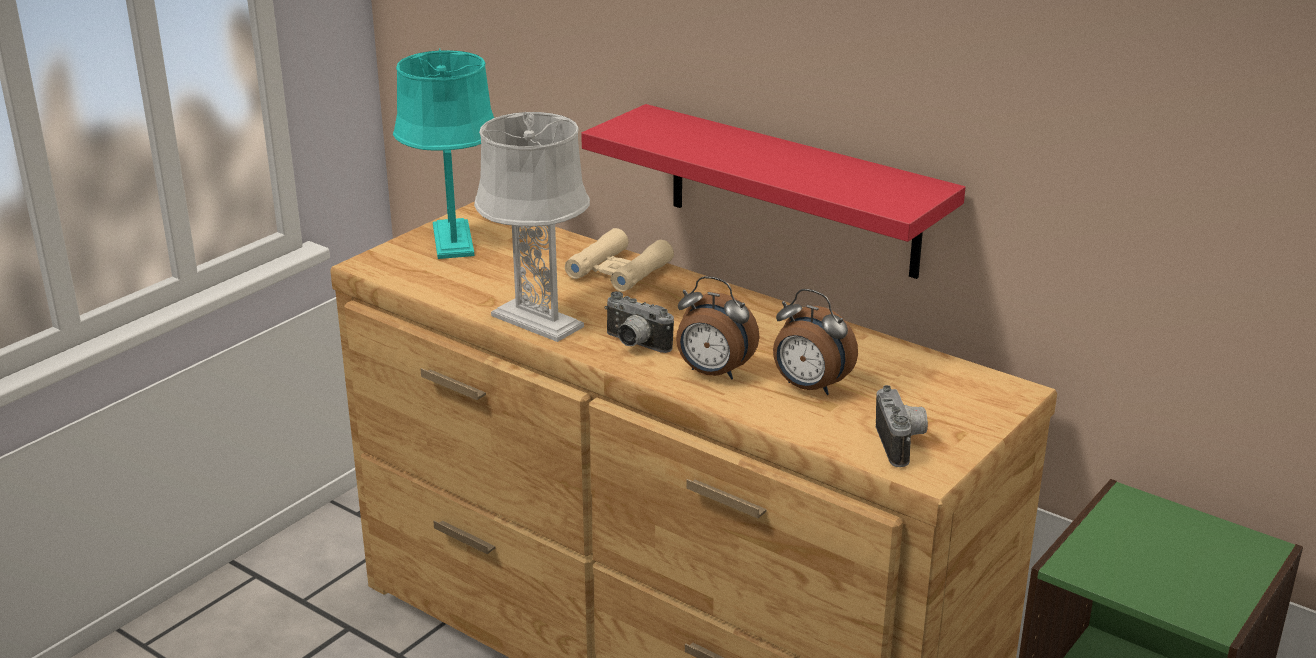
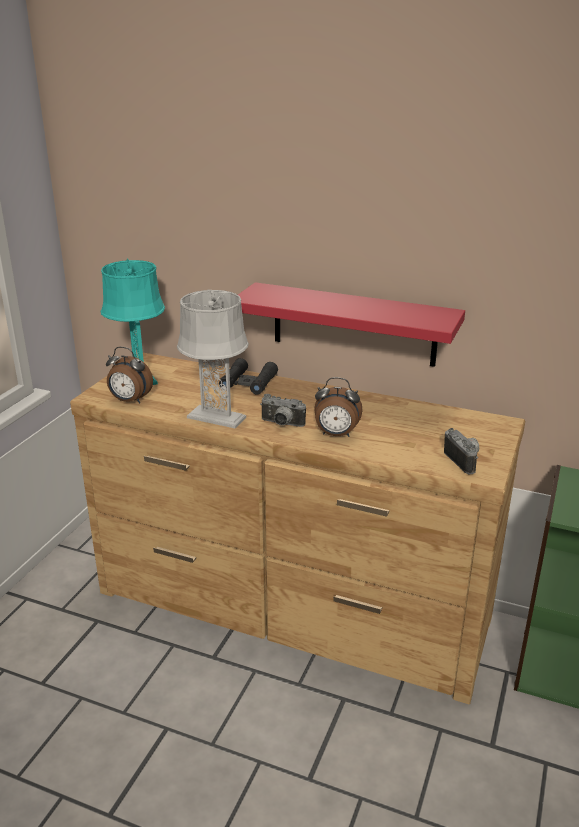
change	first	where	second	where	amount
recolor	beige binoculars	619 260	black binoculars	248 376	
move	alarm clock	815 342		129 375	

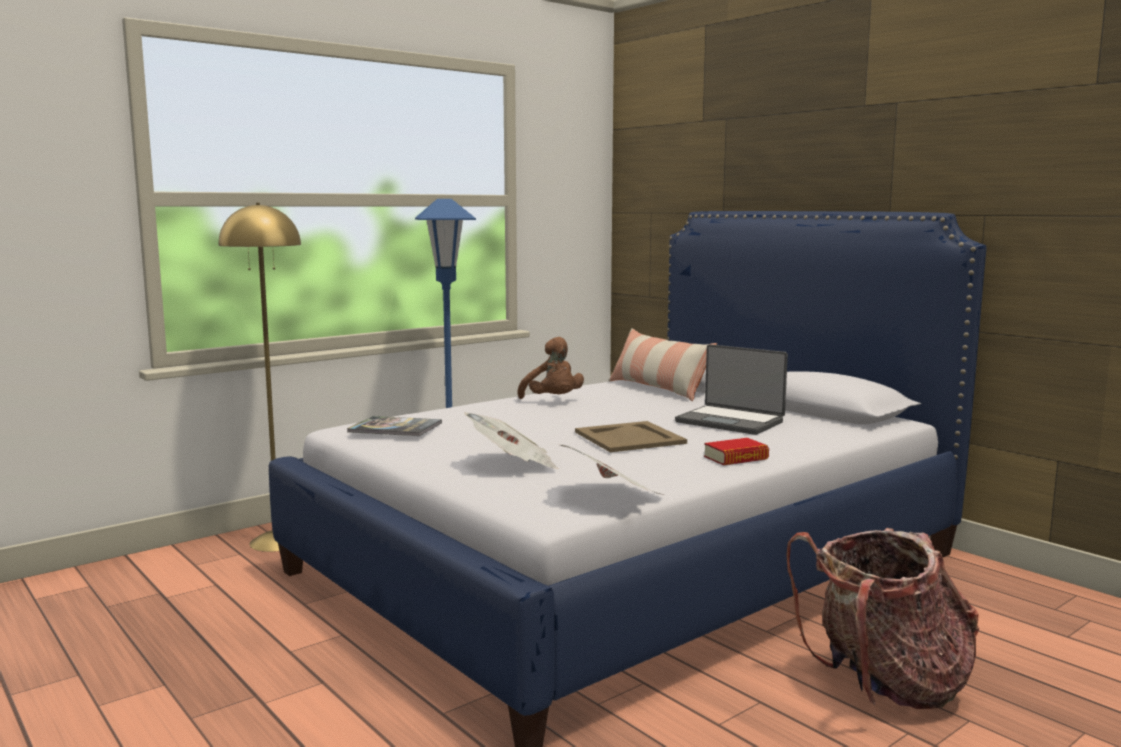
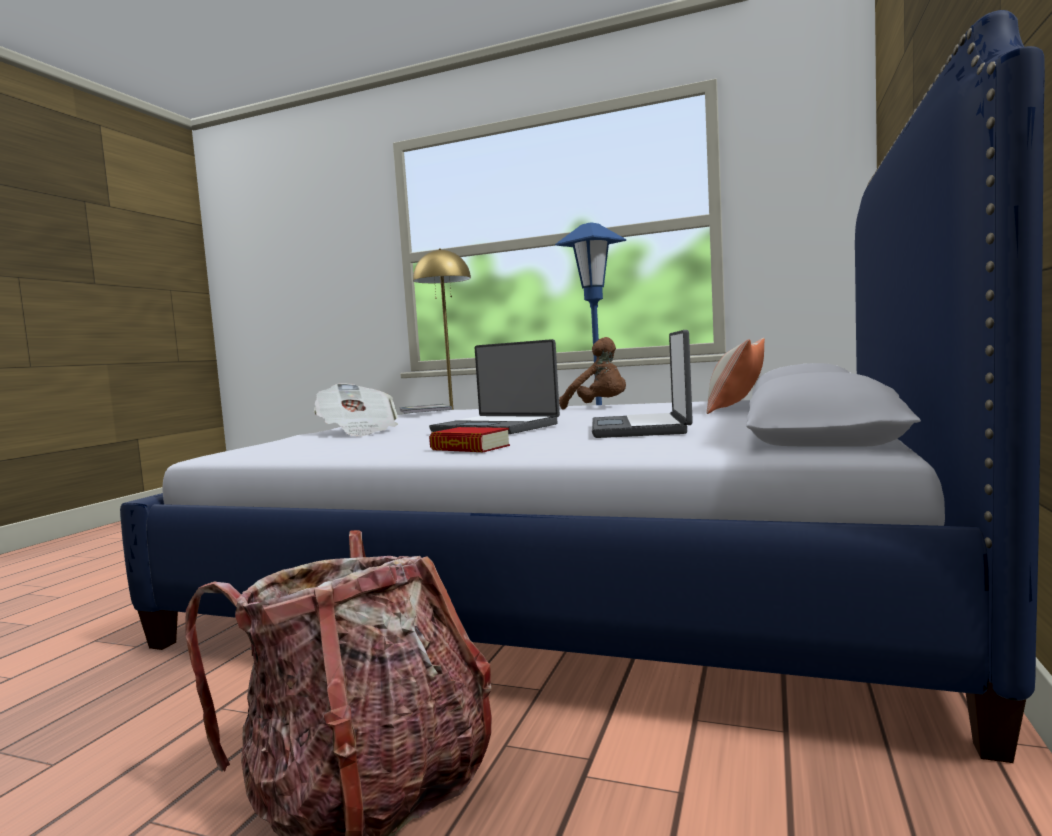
change	first	where	second	where	amount
rotate	brown plush toy	550 368		592 373	75 degrees counterclockwise
delete	newspaper	610 469			
replace	beige tray	631 436	laptop	494 386	

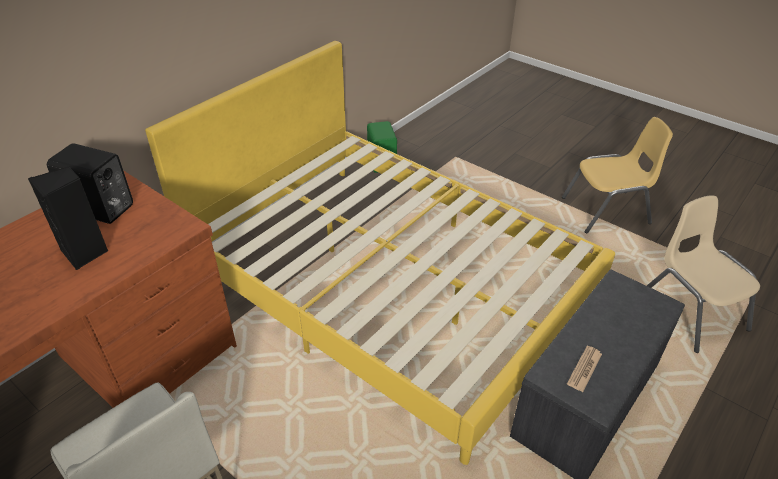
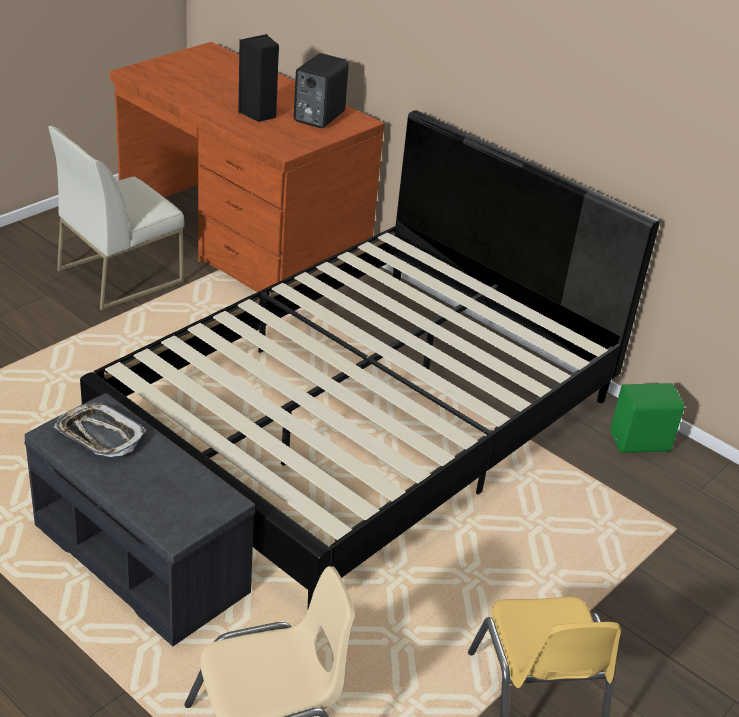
change	first	where	second	where	amount
recolor	yellow bed	380 253	black bed	370 359	
replace	newspaper	584 369	tray	100 430	

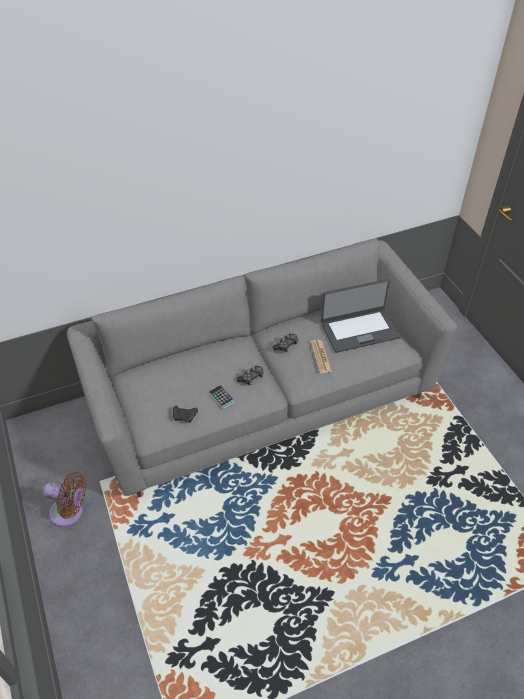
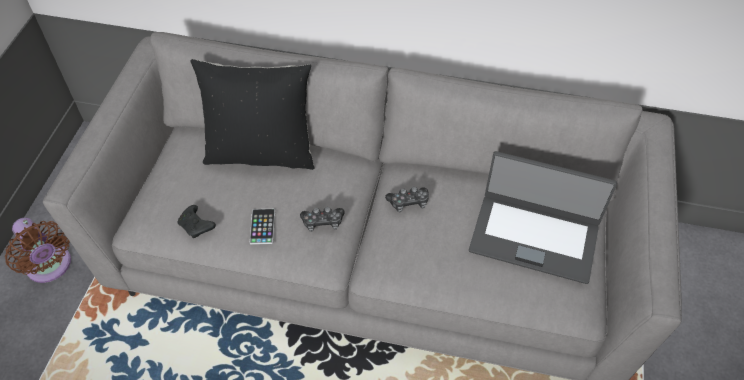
change	first	where	second	where	amount
delete	newspaper	321 356			
insert			black pillow	252 114	

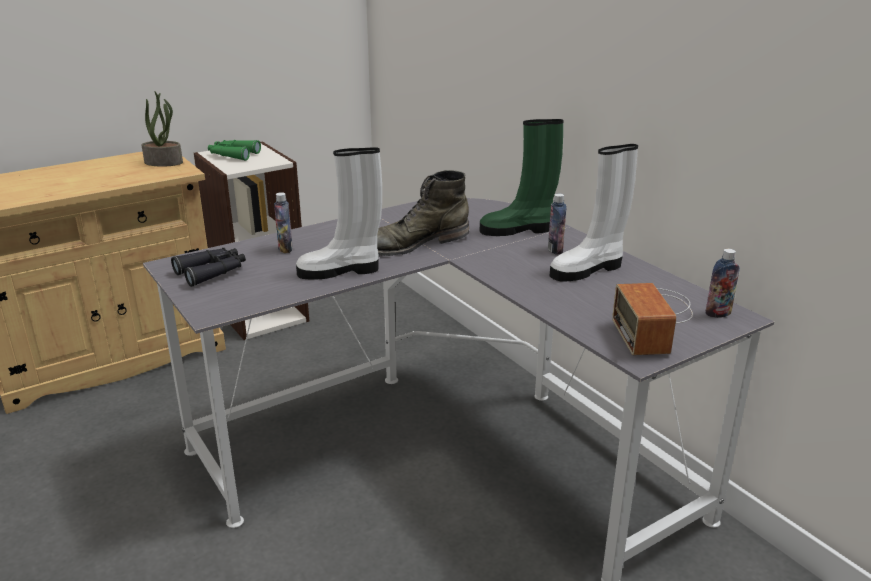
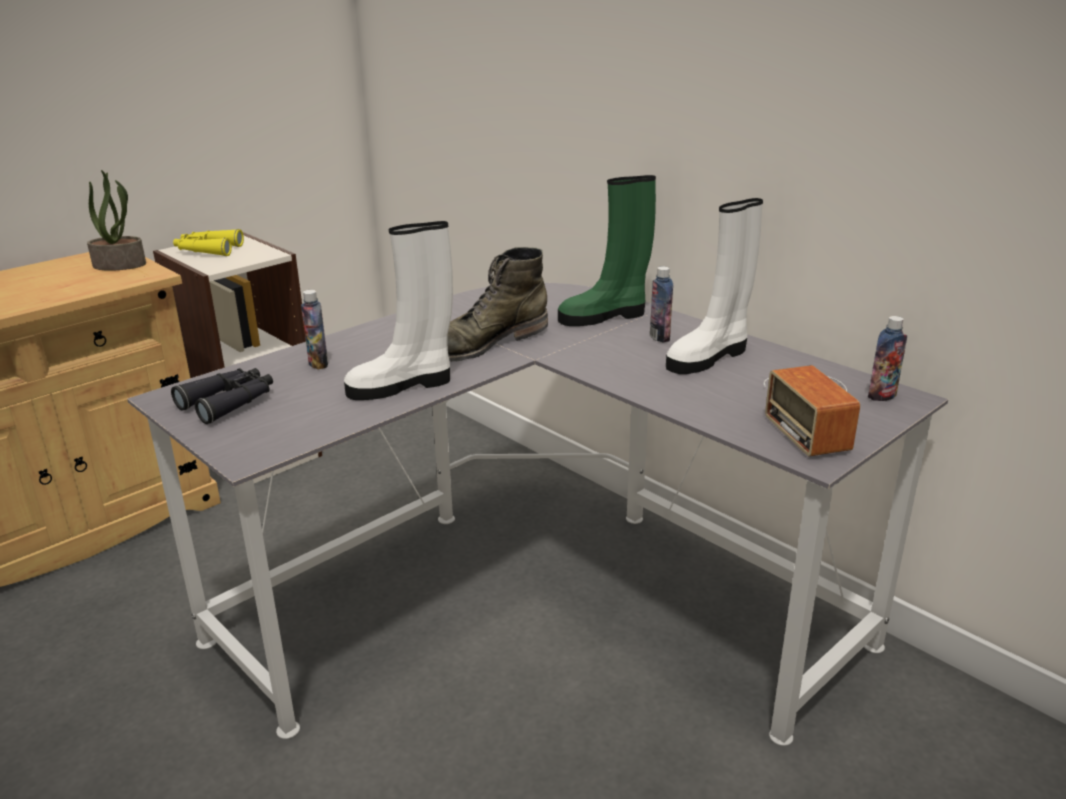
change	first	where	second	where	amount
recolor	green binoculars	234 150	yellow binoculars	208 242	

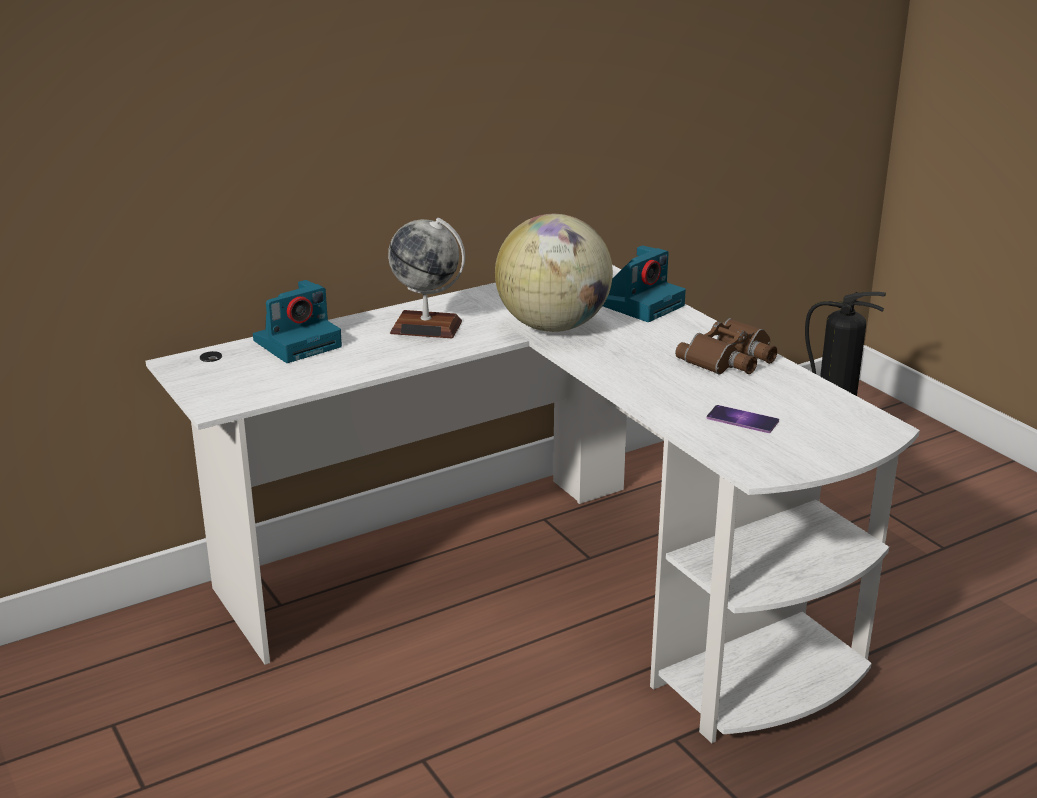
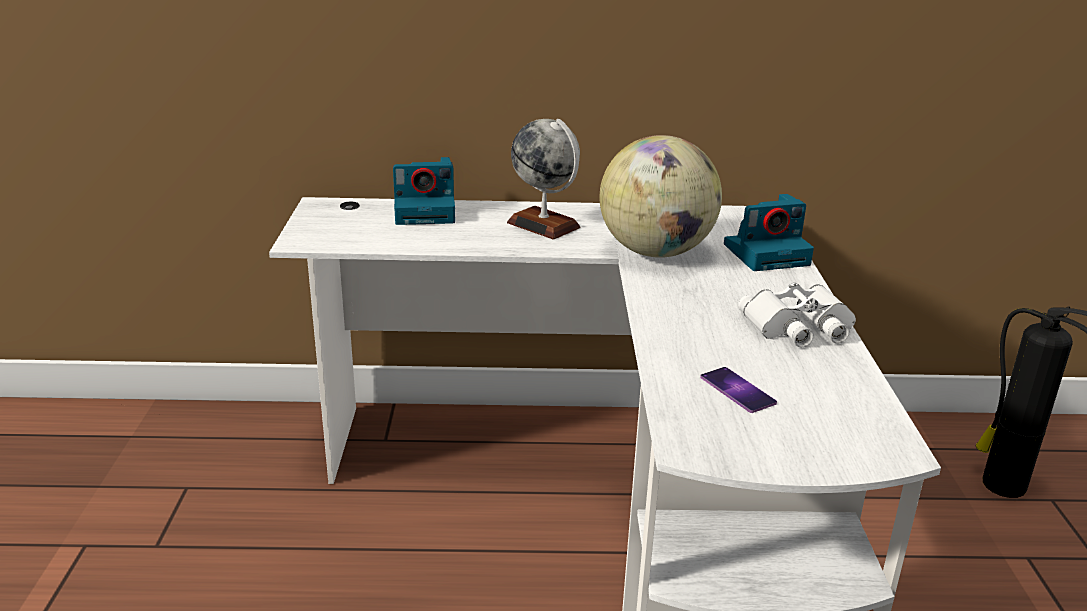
change	first	where	second	where	amount
recolor	brown binoculars	726 346	white binoculars	797 315	

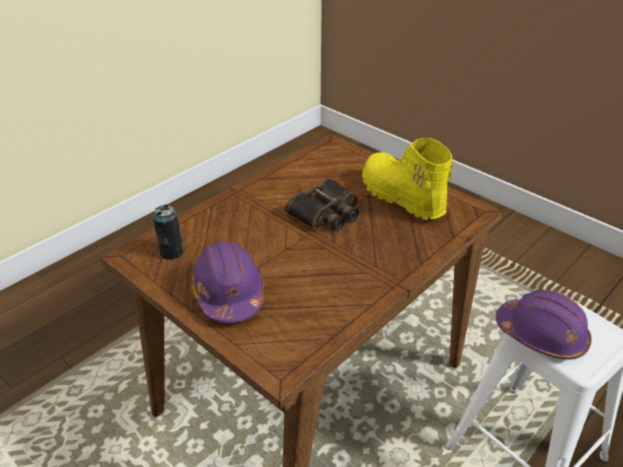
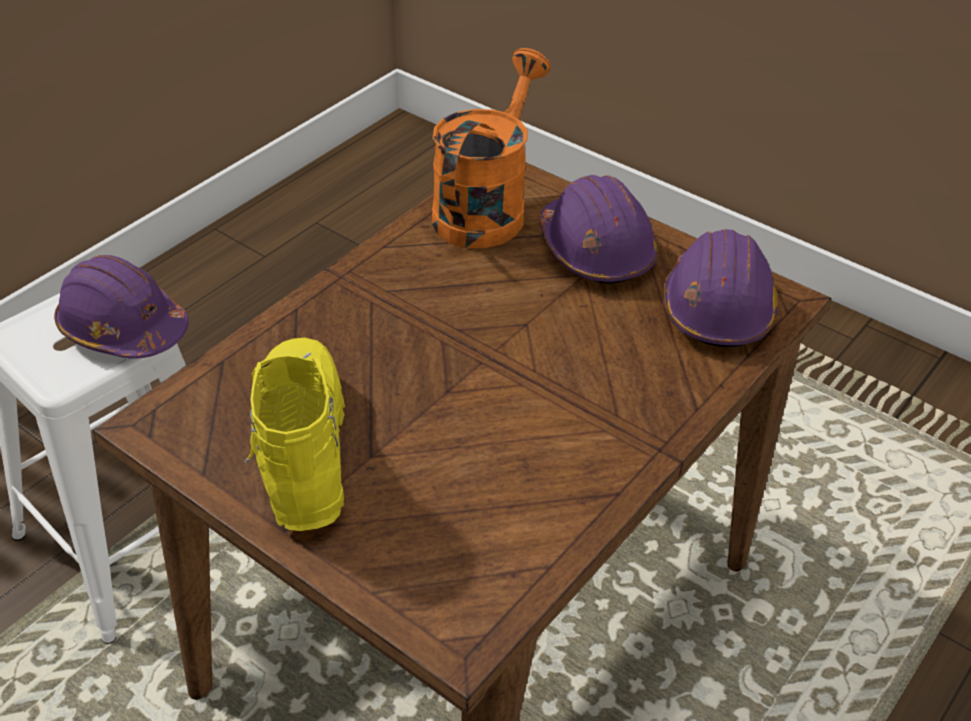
change	first	where	second	where	amount
replace	can	168 232	purple hard hat	721 288	
delete	binoculars	322 204			
rotate	yellow boot	408 179		295 434	150 degrees counterclockwise
insert			orange watering can	491 148	

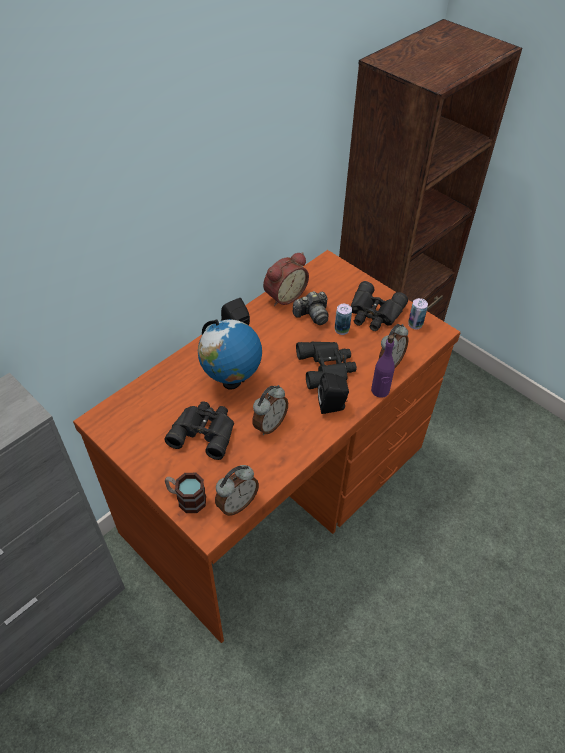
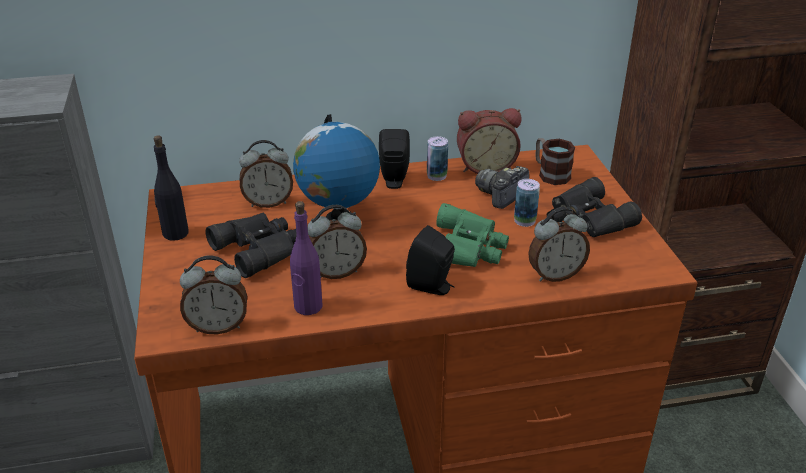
change	first	where	second	where	amount
move	mug	185 493		555 161	
rotate	photo camera	311 308		502 187	120 degrees clockwise
recolor	black binoculars	326 365	green binoculars	472 235	
move	purple bottle	383 366		306 258	
move	can	418 313		437 158	
insert			black bottle	171 188	
insert			alarm clock	266 174	

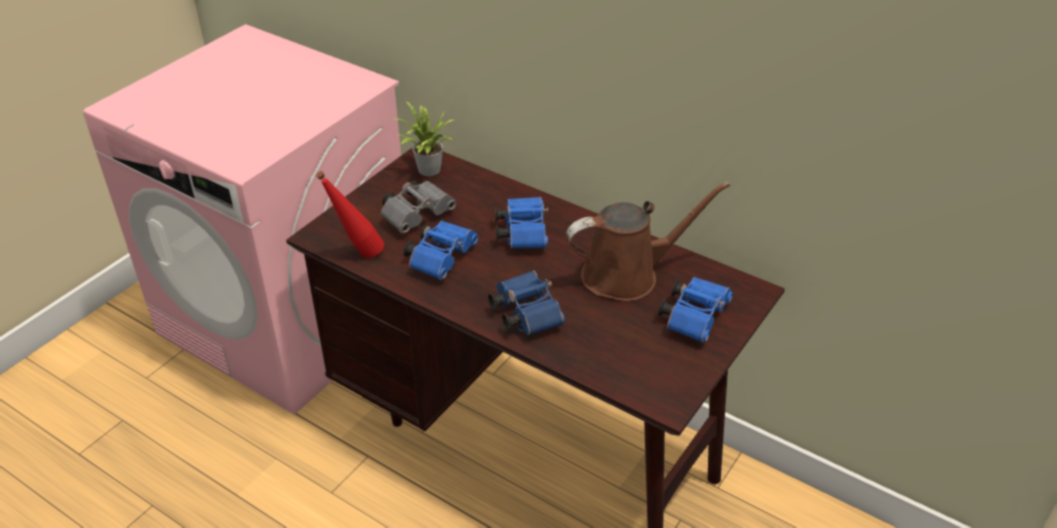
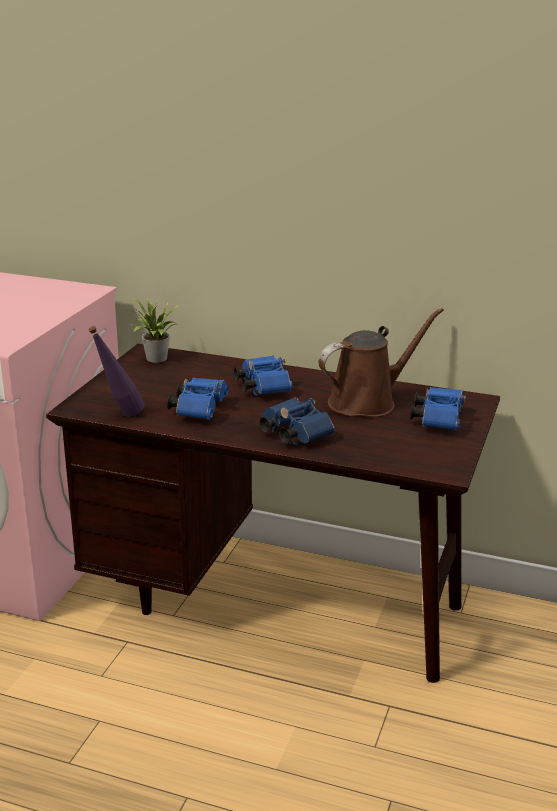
change	first	where	second	where	amount
recolor	red bottle	350 214	purple bottle	117 371	
delete	grey binoculars	418 207			

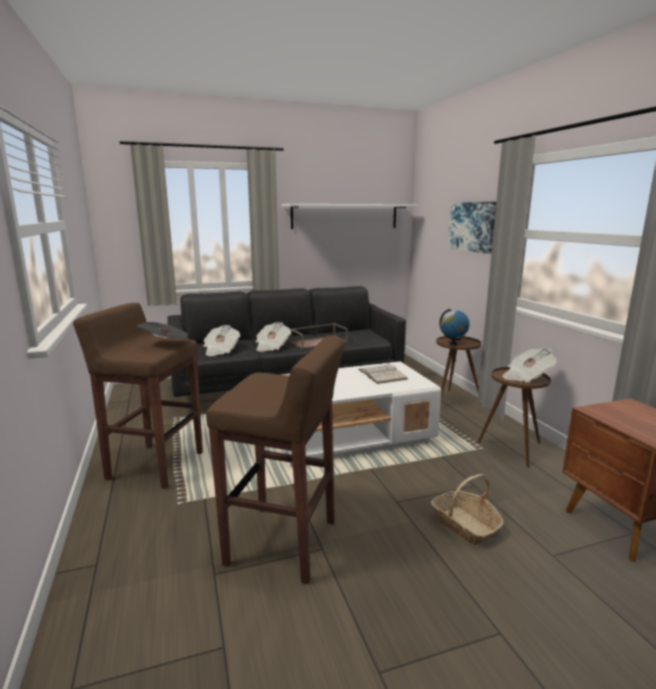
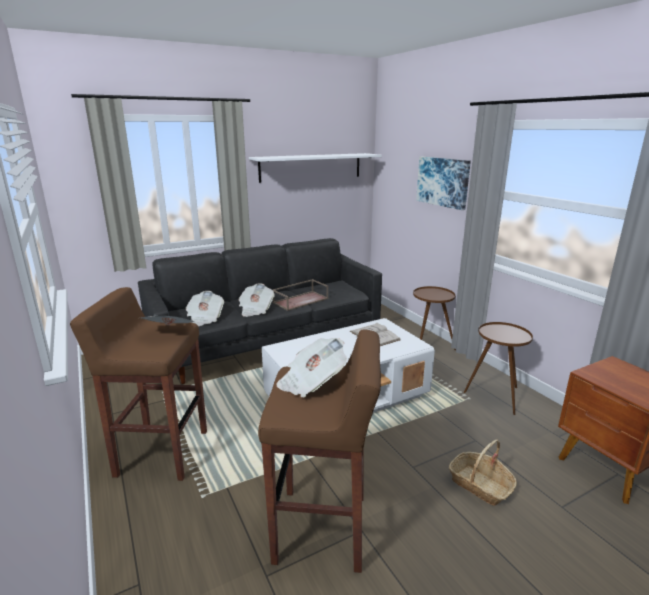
change	first	where	second	where	amount
delete	globe	454 327			
move	newspaper	529 365		311 367	

